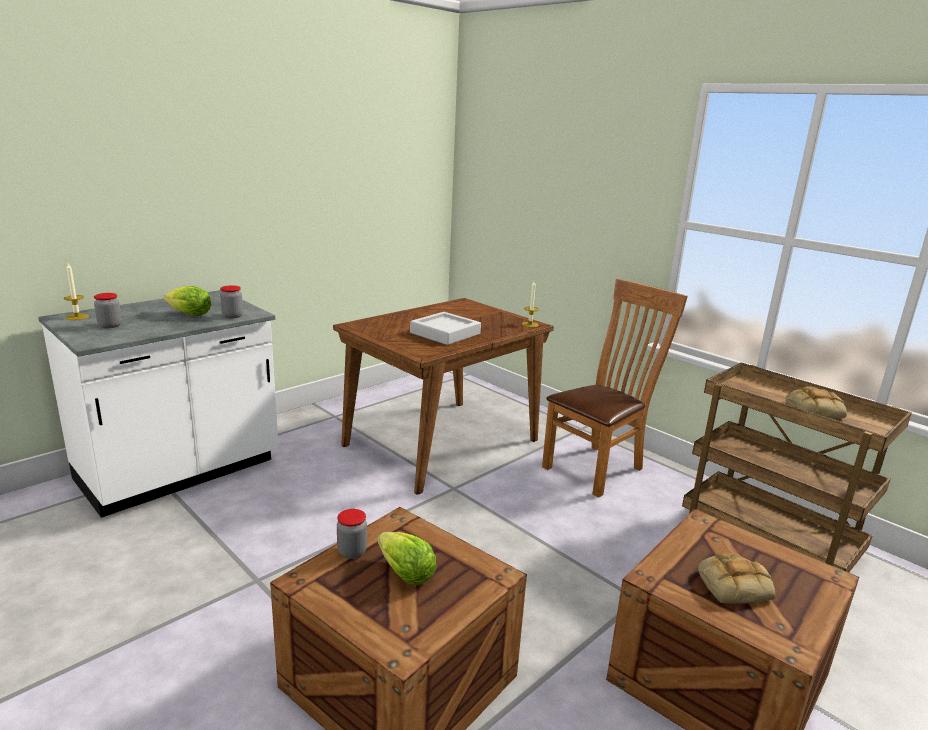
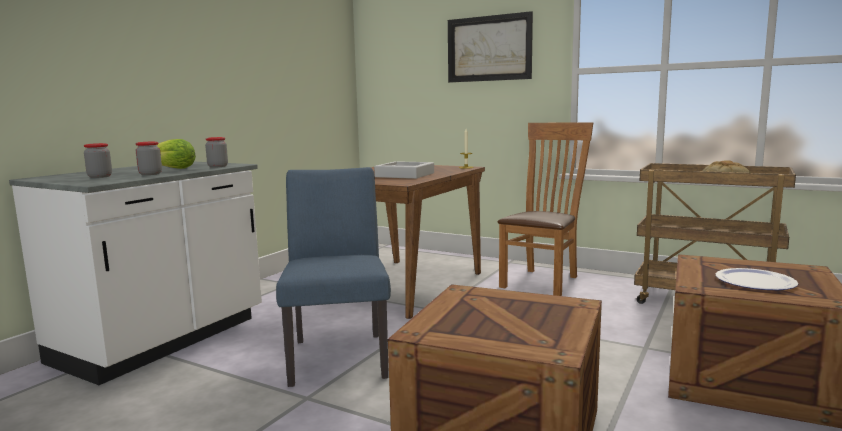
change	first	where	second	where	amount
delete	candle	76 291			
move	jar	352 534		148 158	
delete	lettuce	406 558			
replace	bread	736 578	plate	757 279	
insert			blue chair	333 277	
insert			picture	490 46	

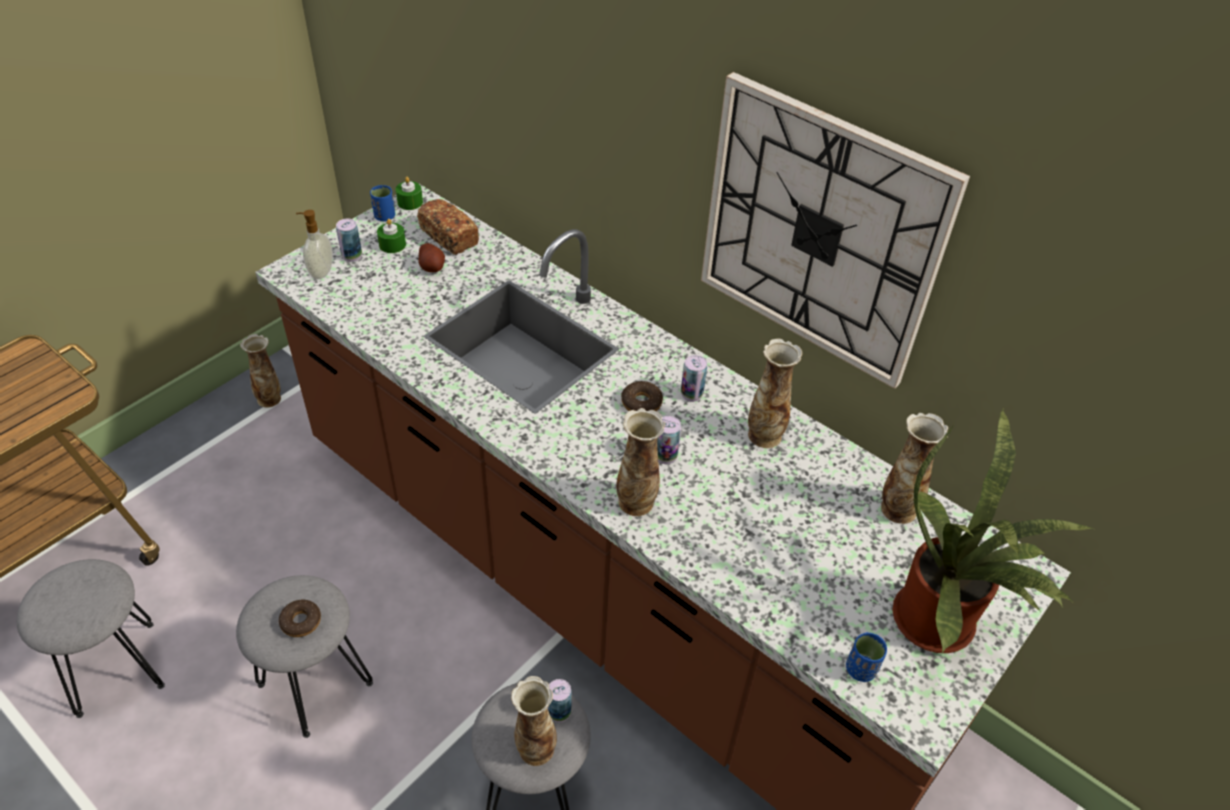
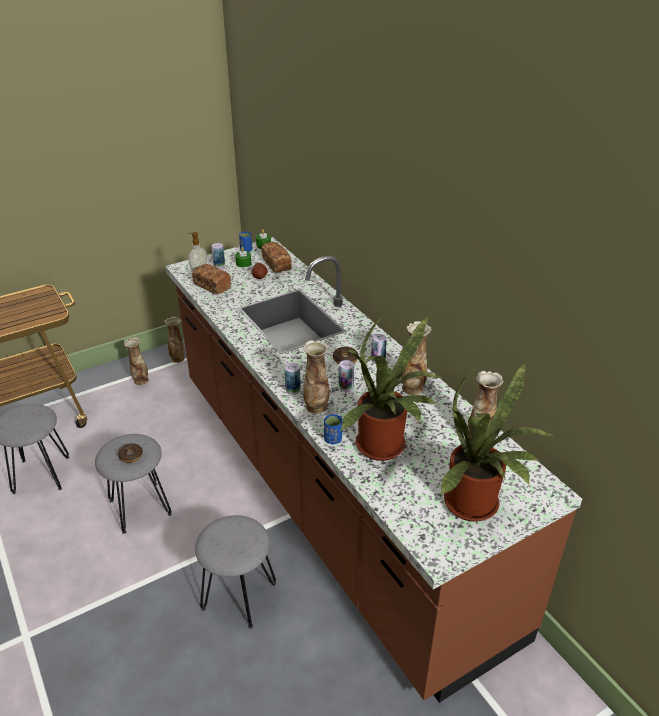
change	first	where	second	where	amount
move	vase	534 721		136 361	
move	can	559 701		293 379	
delete	wall clock	835 230			
move	blue cup	866 657		333 429	
insert			bread	211 279	
insert			potted plant	392 388	

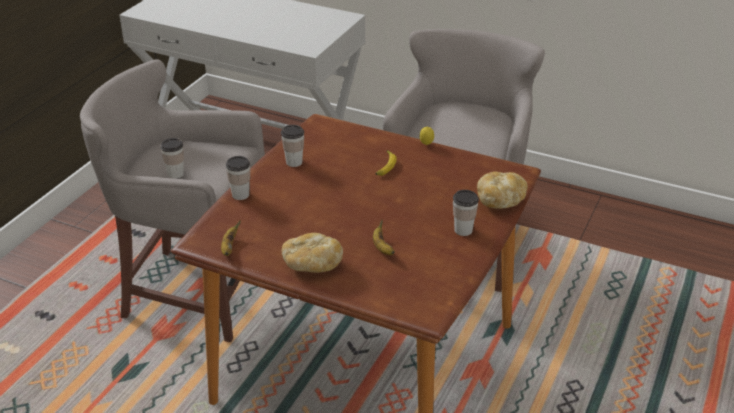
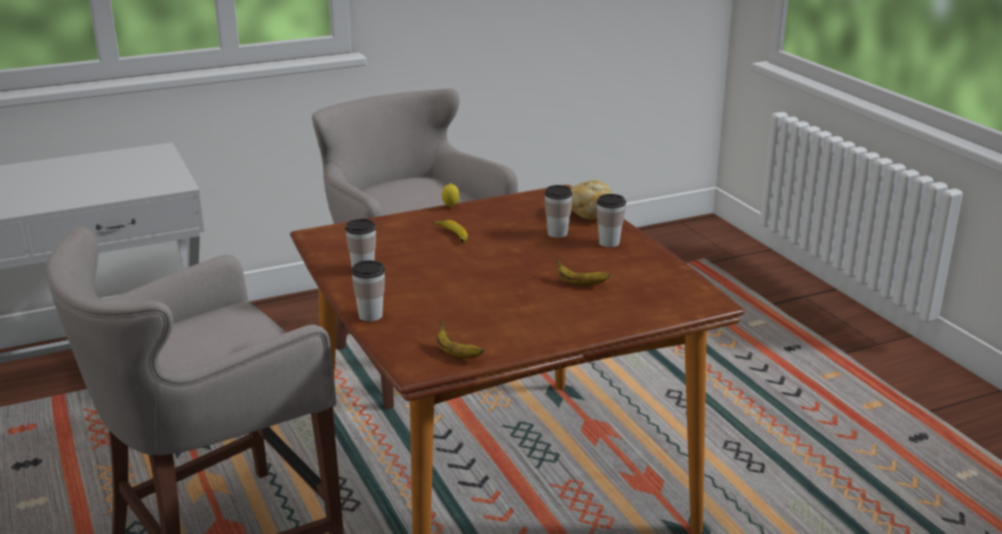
change	first	where	second	where	amount
move	cup	172 158		558 211	
delete	bread	312 253			

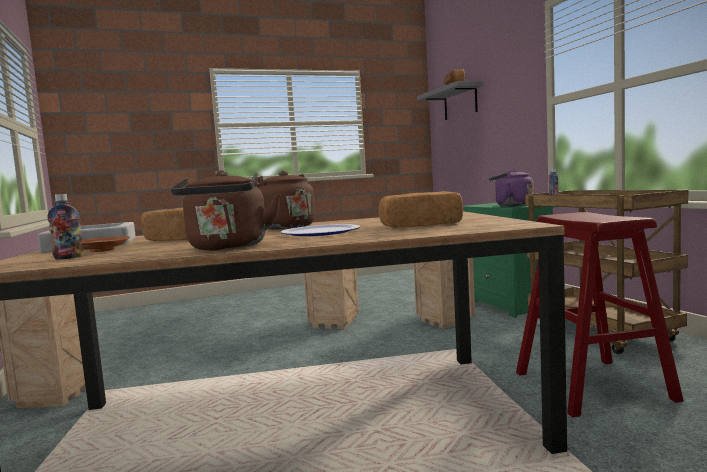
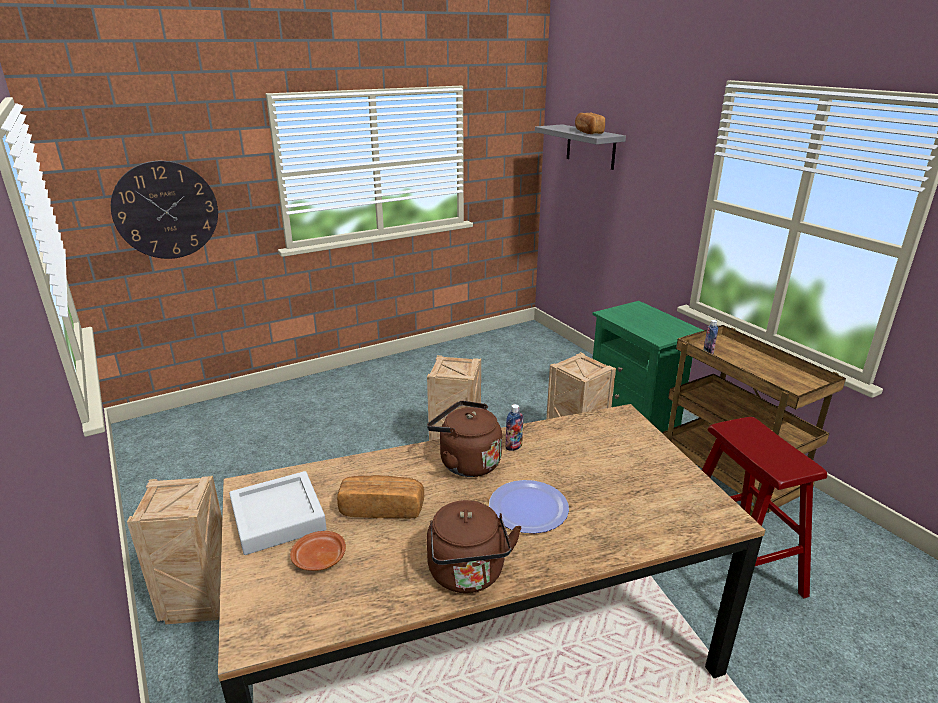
change	first	where	second	where	amount
move	bottle	65 227		514 427	
delete	bread	420 209			
delete	purple kettle	511 187			
insert			wall clock	164 210	

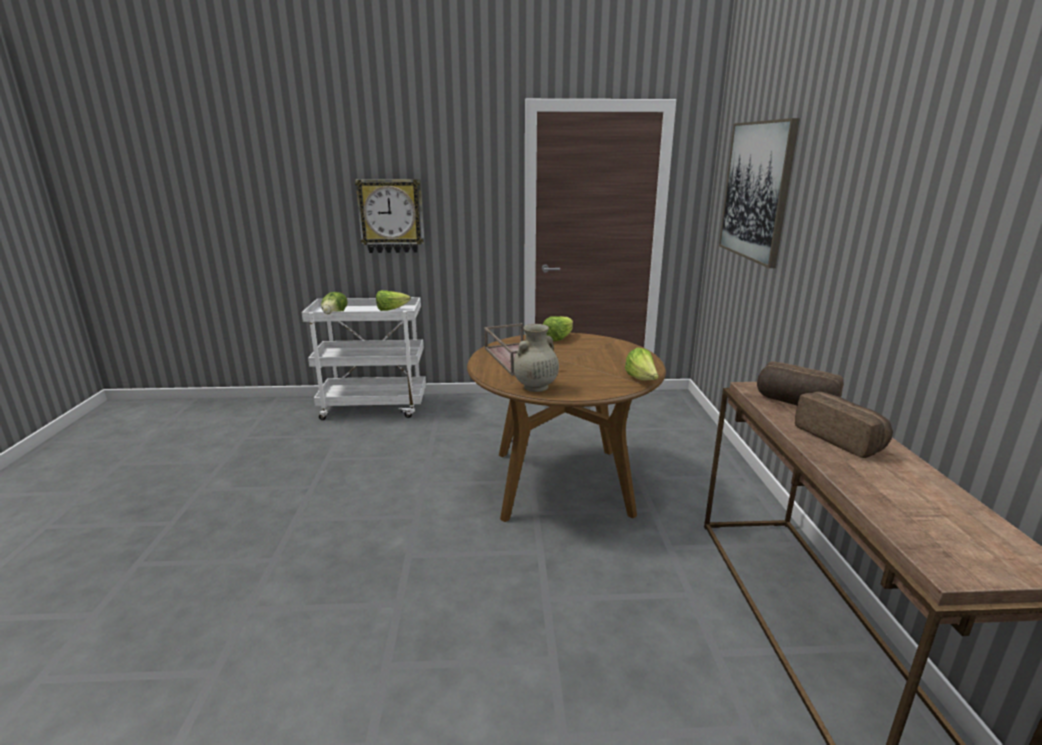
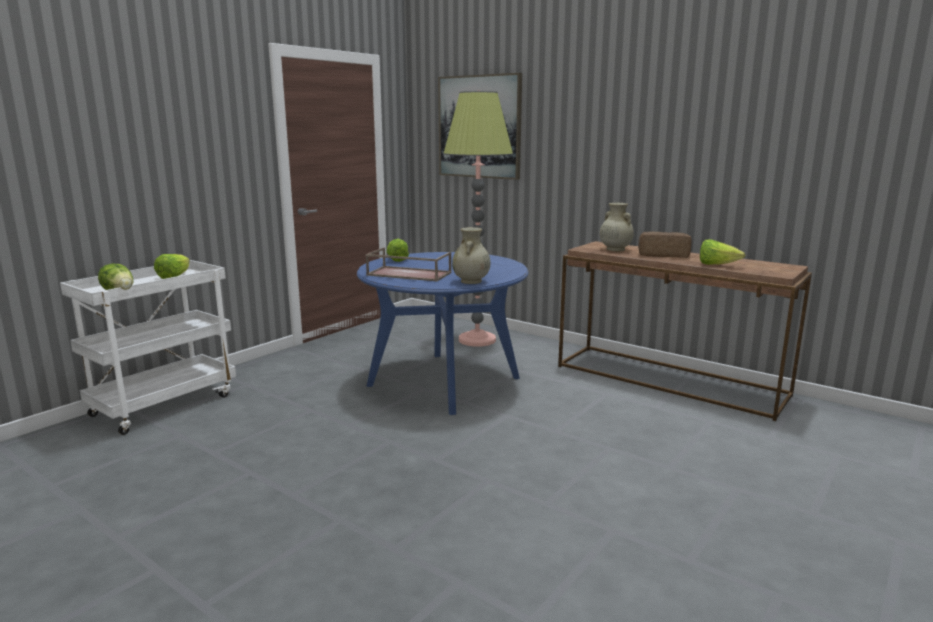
change	first	where	second	where	amount
delete	wall clock	389 216			
recolor	brown dining table	566 427	blue dining table	443 333	
move	lettuce	642 364		722 252	
replace	bread	800 383	beige vase	617 227	
insert			floor lamp	478 218	

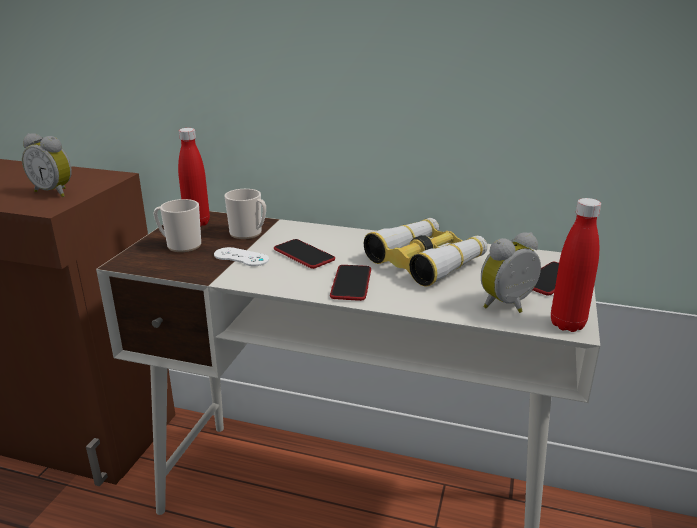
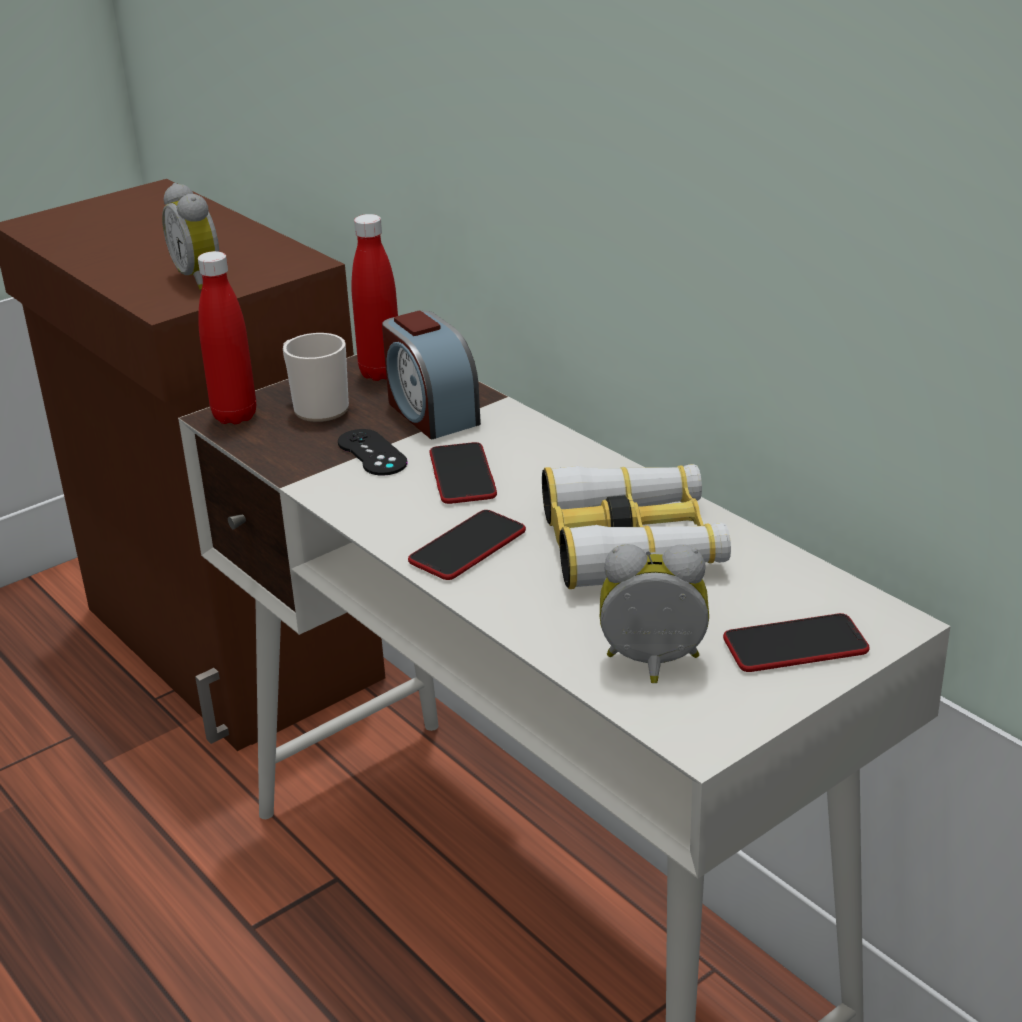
change	first	where	second	where	amount
recolor	white game controller	241 256	black game controller	373 452	
replace	mug	245 214	alarm clock	431 375	
move	red bottle	576 265		227 337	

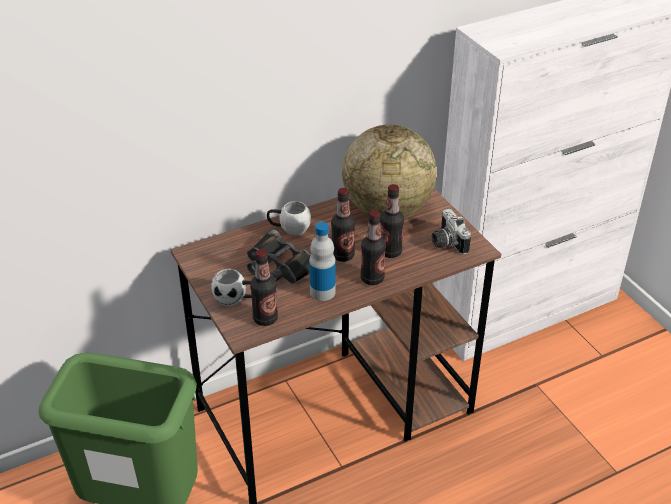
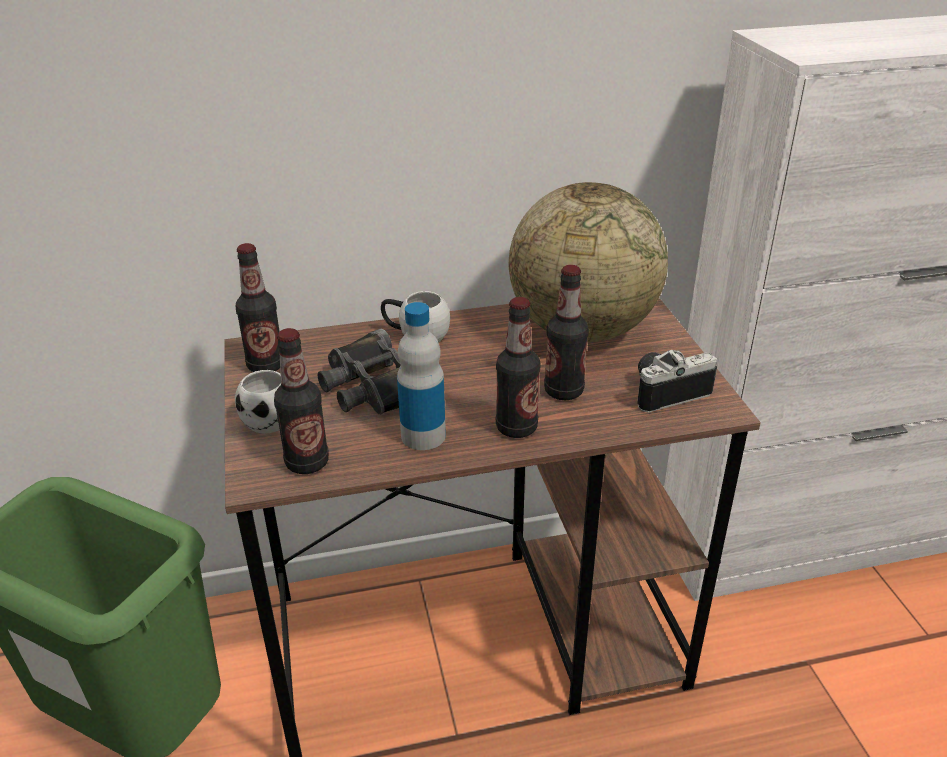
change	first	where	second	where	amount
move	bottle	343 225		258 307	
rotate	photo camera	451 232		677 381	75 degrees clockwise

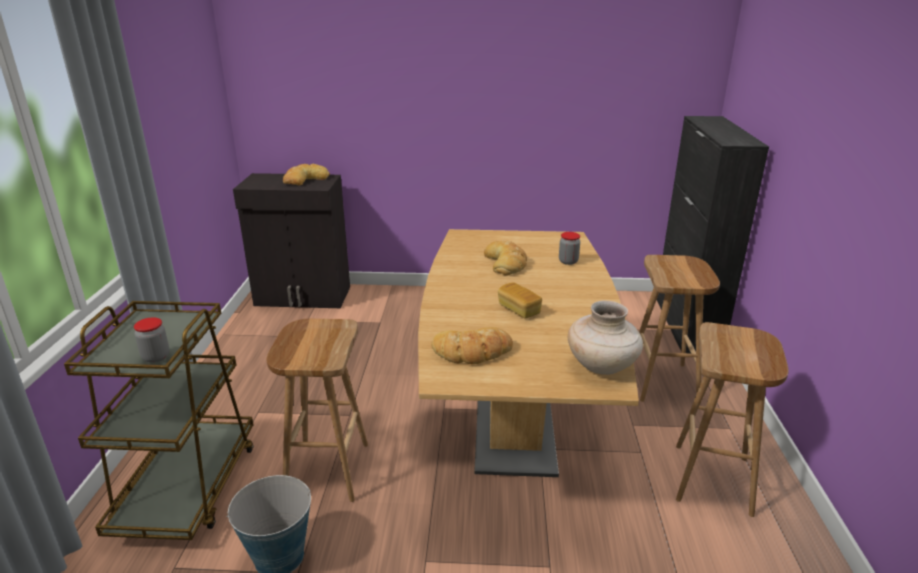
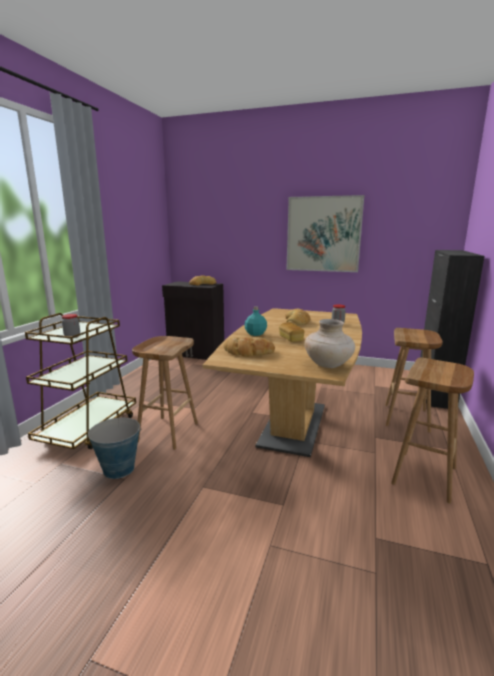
change	first	where	second	where	amount
insert			turquoise bottle	255 321	
insert			picture	325 233	

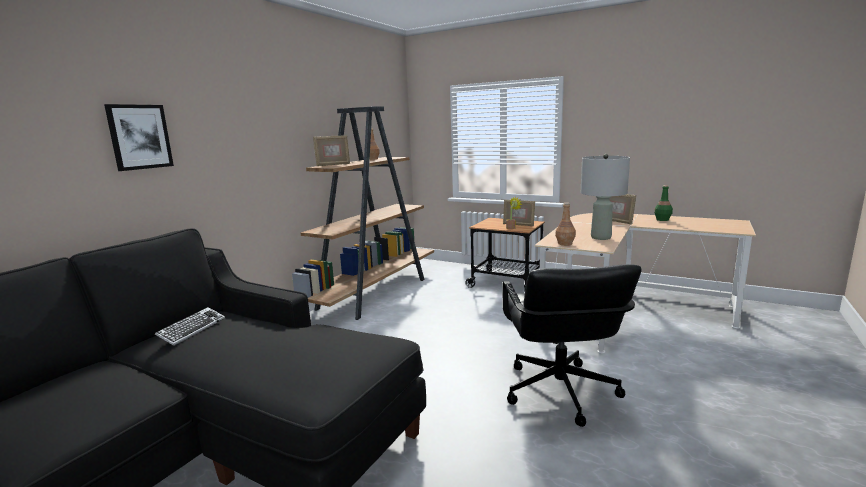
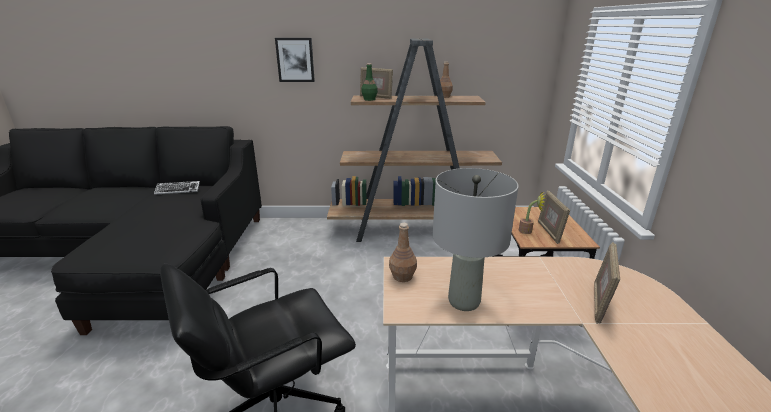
change	first	where	second	where	amount
move	picture	139 137		295 60	
move	green bottle	663 203		369 82	

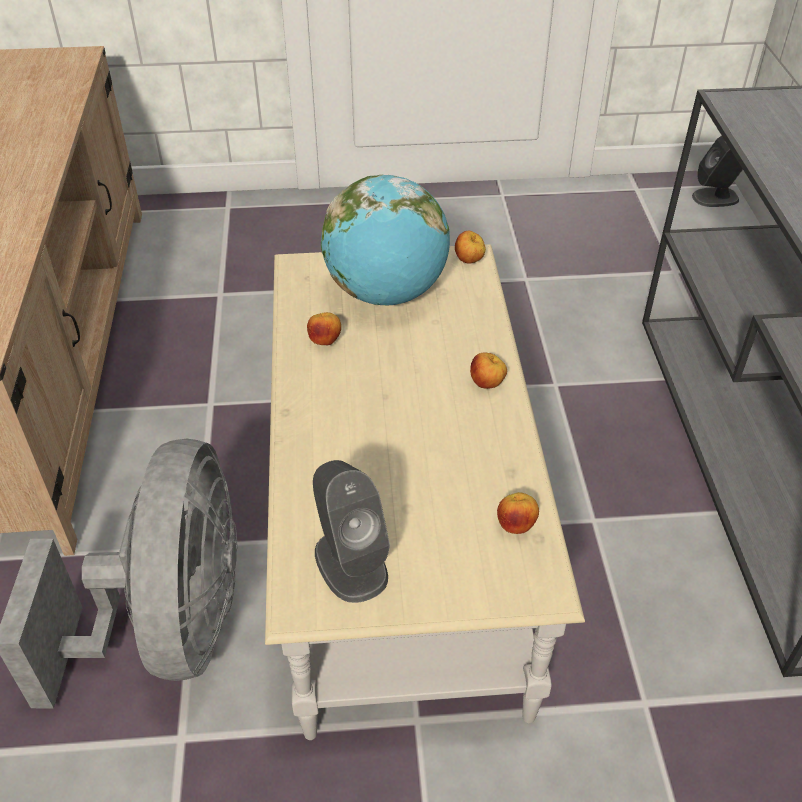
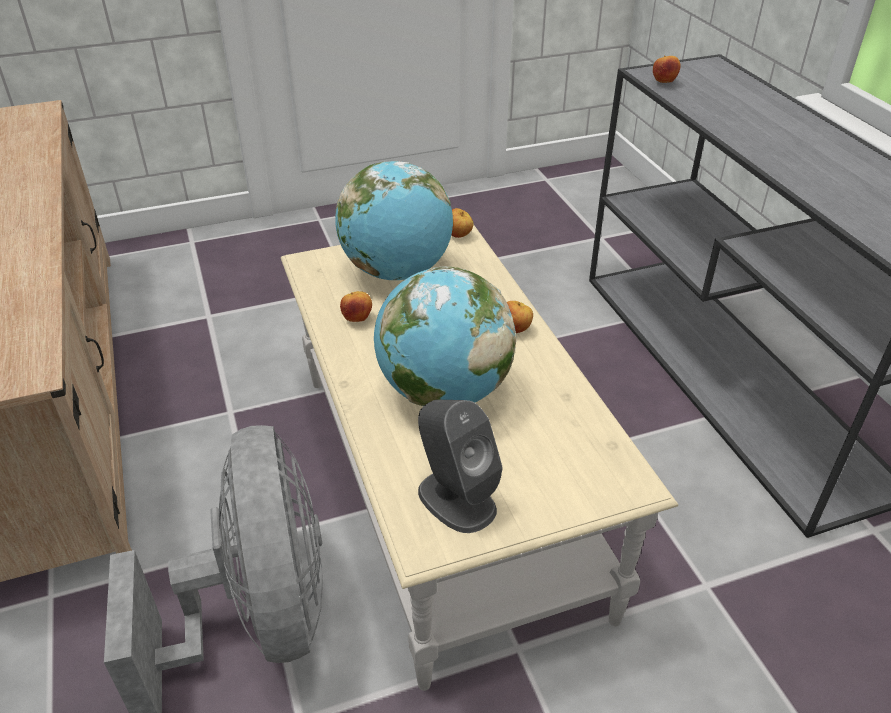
change	first	where	second	where	amount
move	apple	518 513		666 69	
delete	grey speaker	717 171			
insert			globe	445 336	

